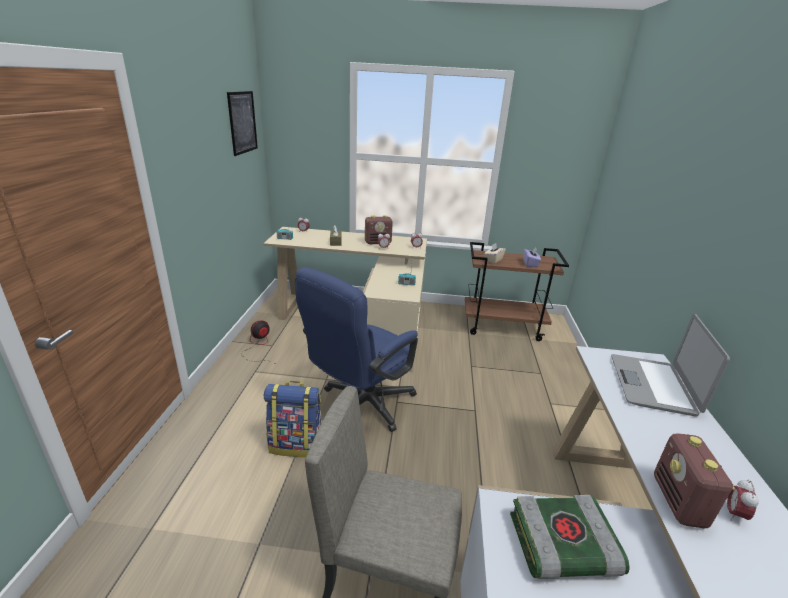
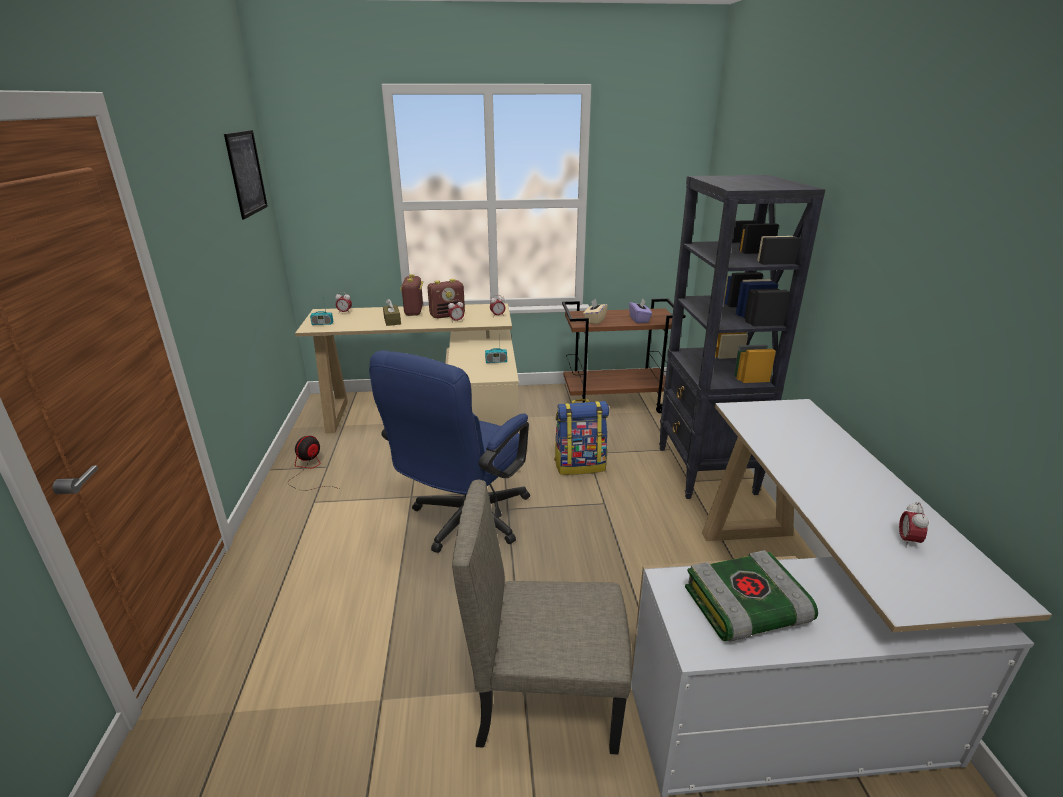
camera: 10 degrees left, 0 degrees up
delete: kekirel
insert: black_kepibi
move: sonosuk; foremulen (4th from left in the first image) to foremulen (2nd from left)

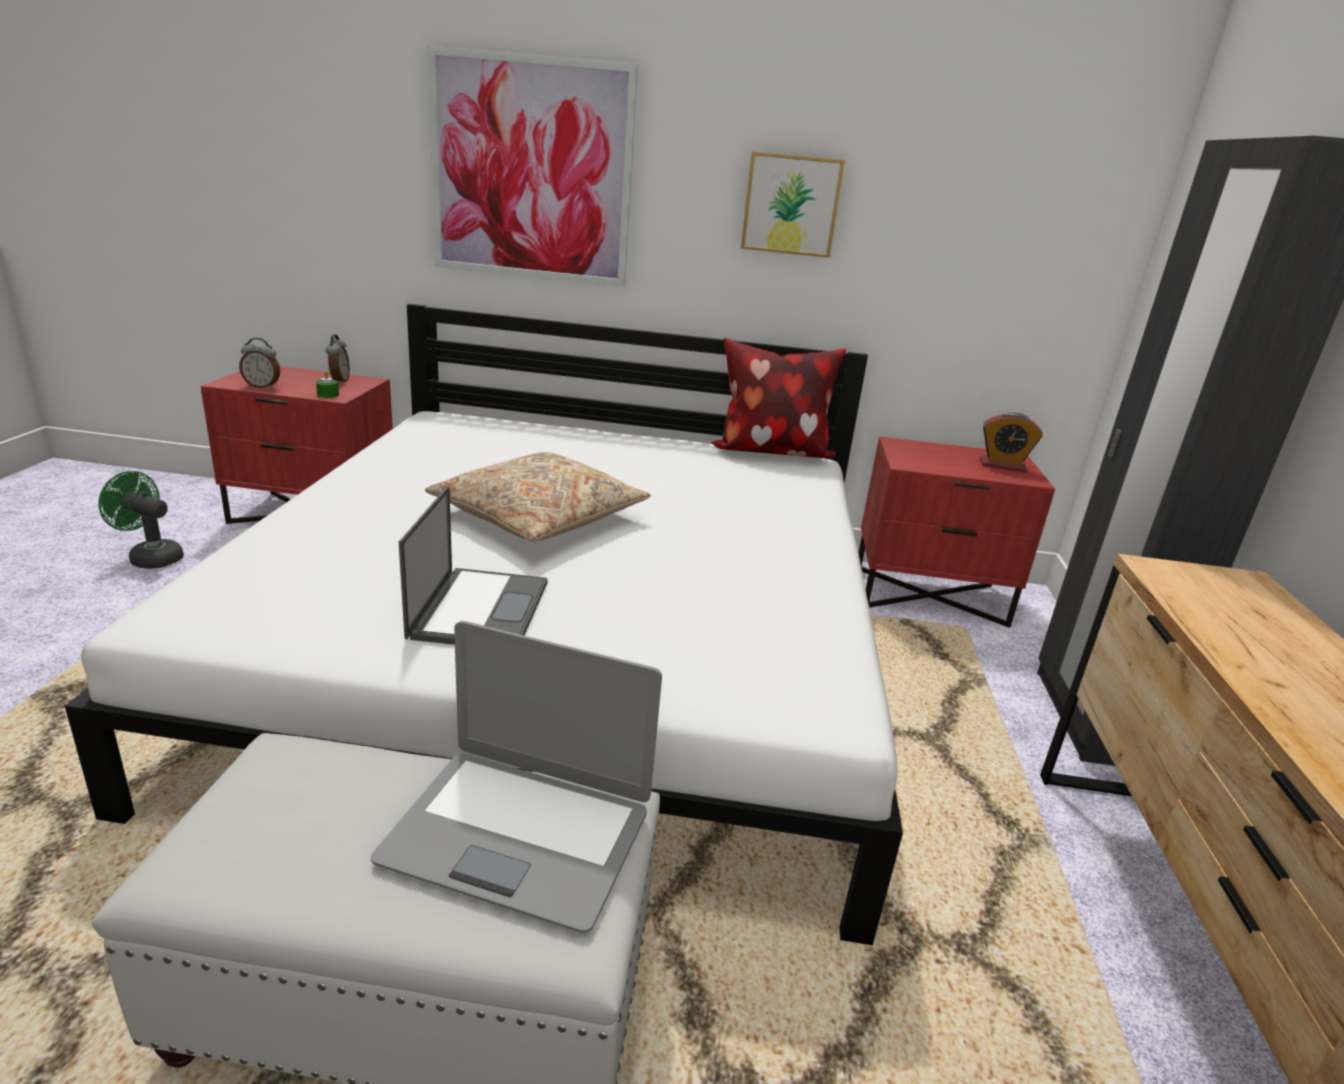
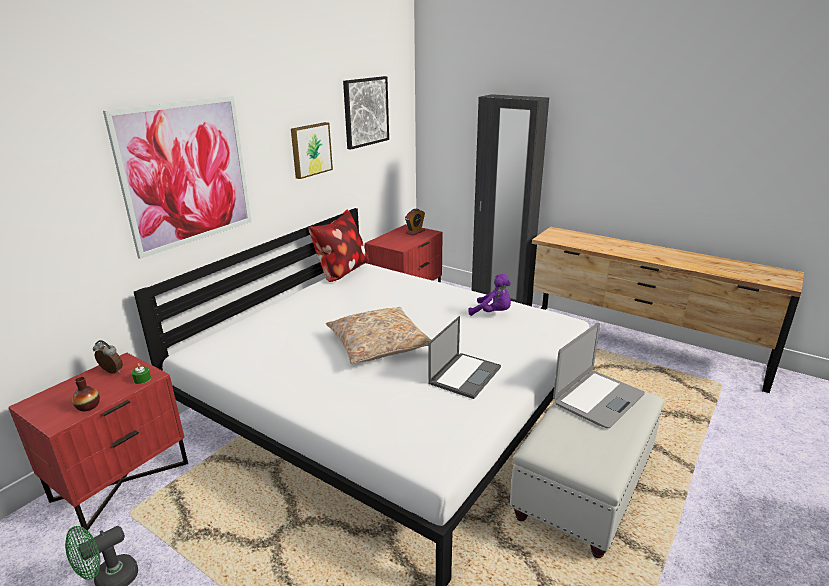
camera: 60 degrees left, 0 degrees up
insert: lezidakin (3rd from left); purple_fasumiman
replace: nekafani (1st from left) to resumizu
rotate: kekirel (1st from left) 90 degrees clockwise

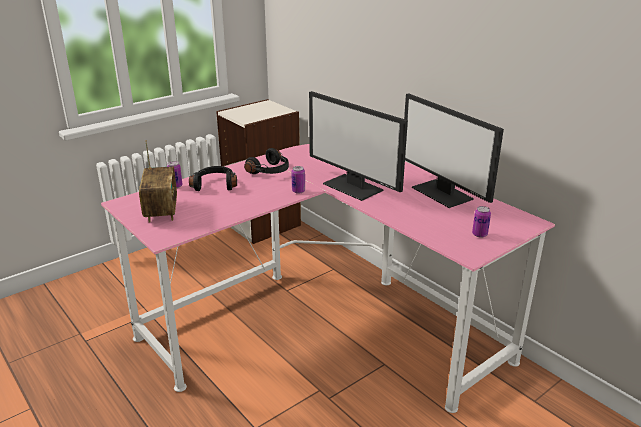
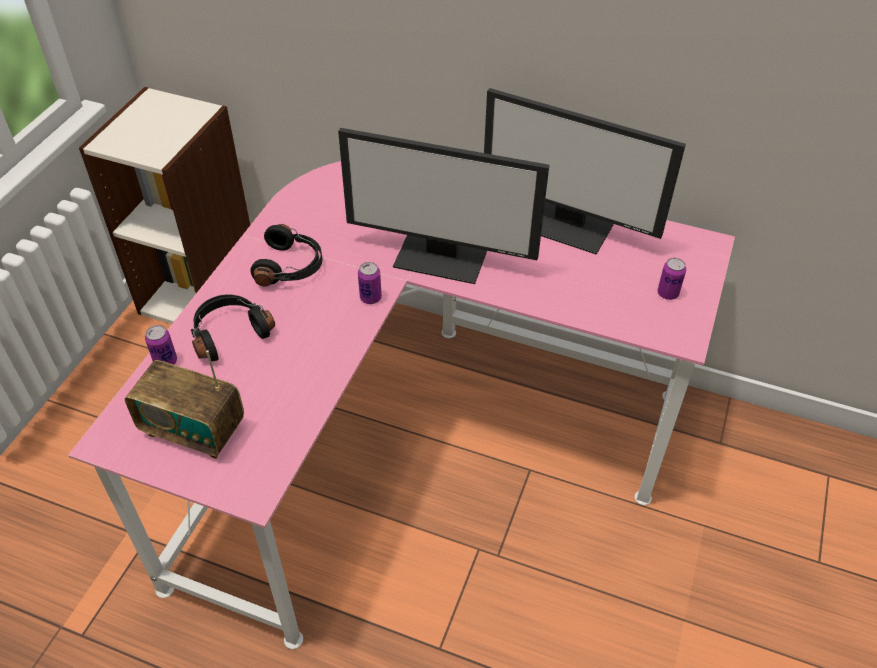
camera: 30 degrees left, 20 degrees up
rotate: foremulen 150 degrees clockwise

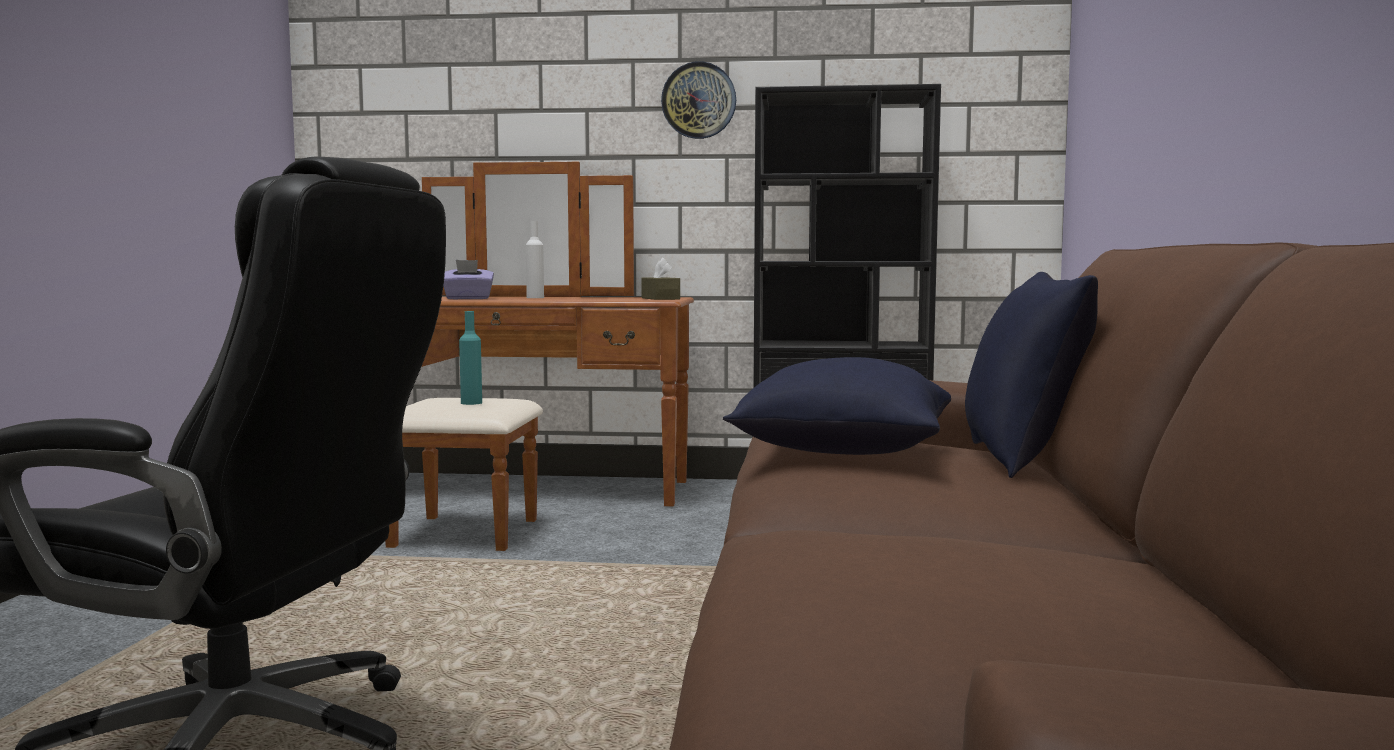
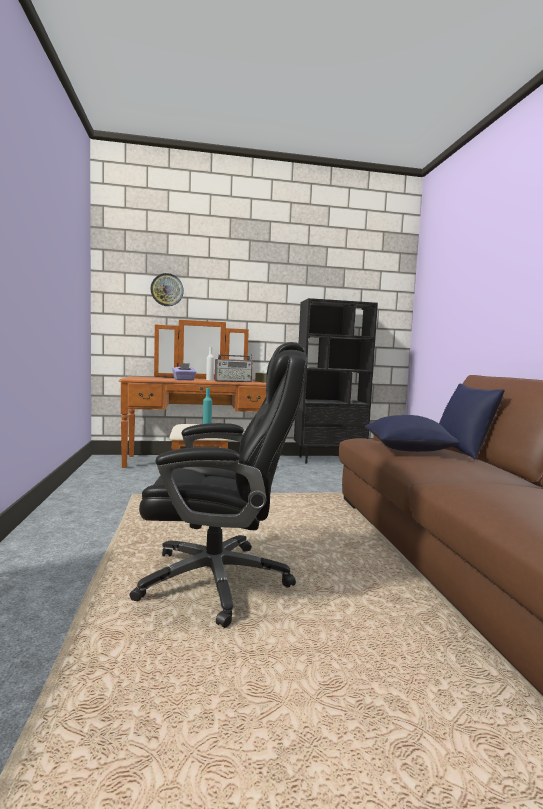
camera: 15 degrees left, 0 degrees up
insert: foremulen
move: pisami

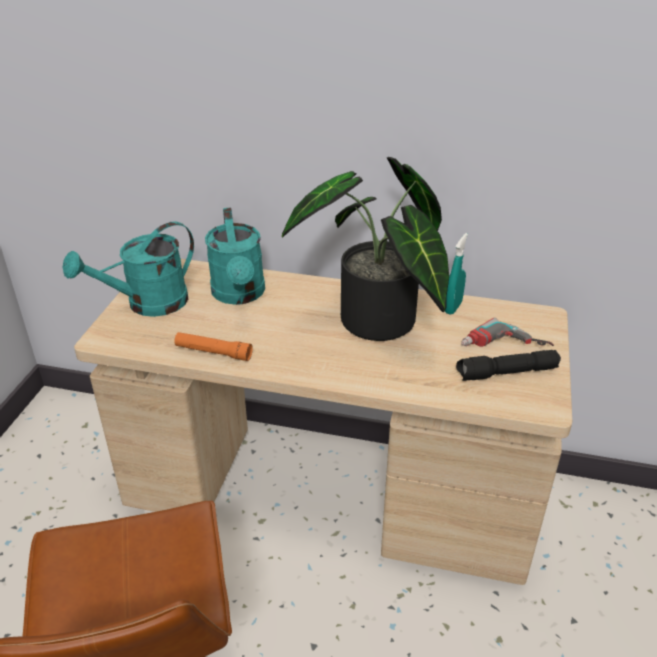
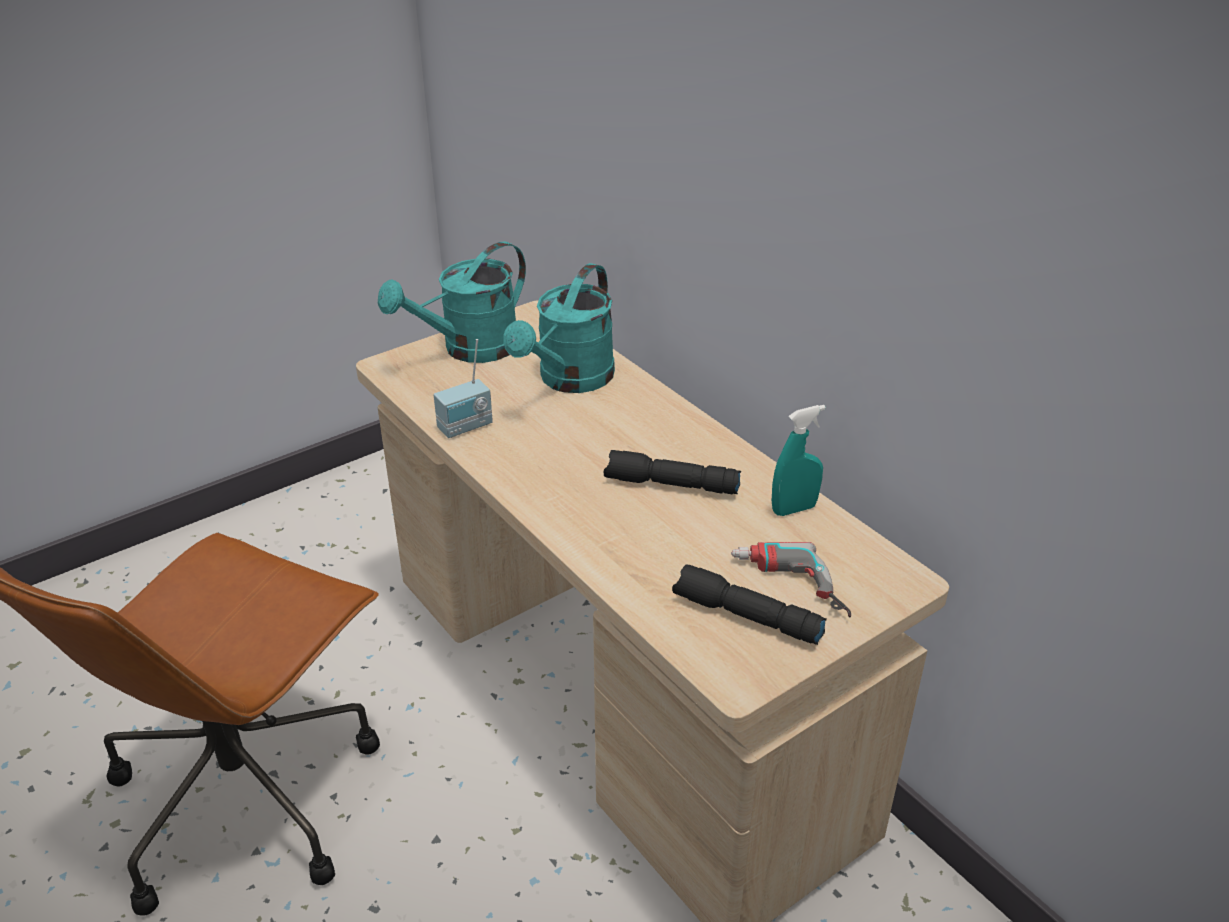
camera: 40 degrees right, 0 degrees up
replace: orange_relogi to foremulen; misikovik to black_relogi (1st from left)
rotate: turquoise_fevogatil (1st from left) 45 degrees counterclockwise

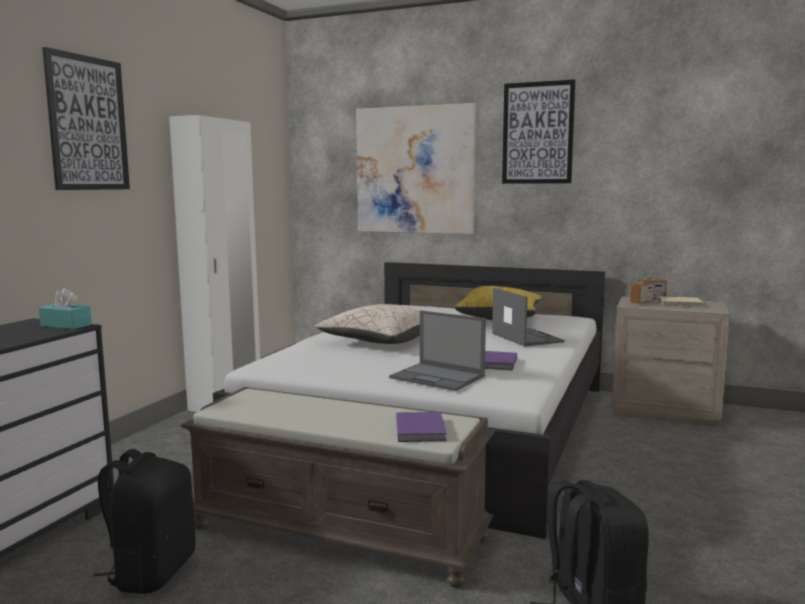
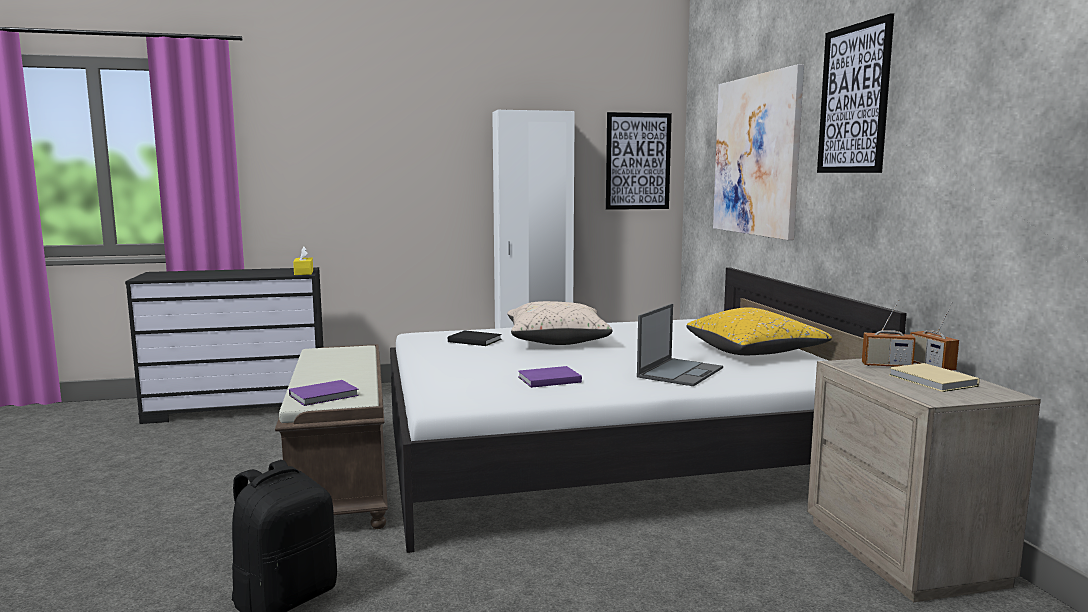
camera: 55 degrees right, 0 degrees up
delete: black_sonosuk (1st from left); kekirel (1st from left)
insert: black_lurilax
move: lezidakin (1st from left)
recolor: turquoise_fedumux to yellow_fedumux

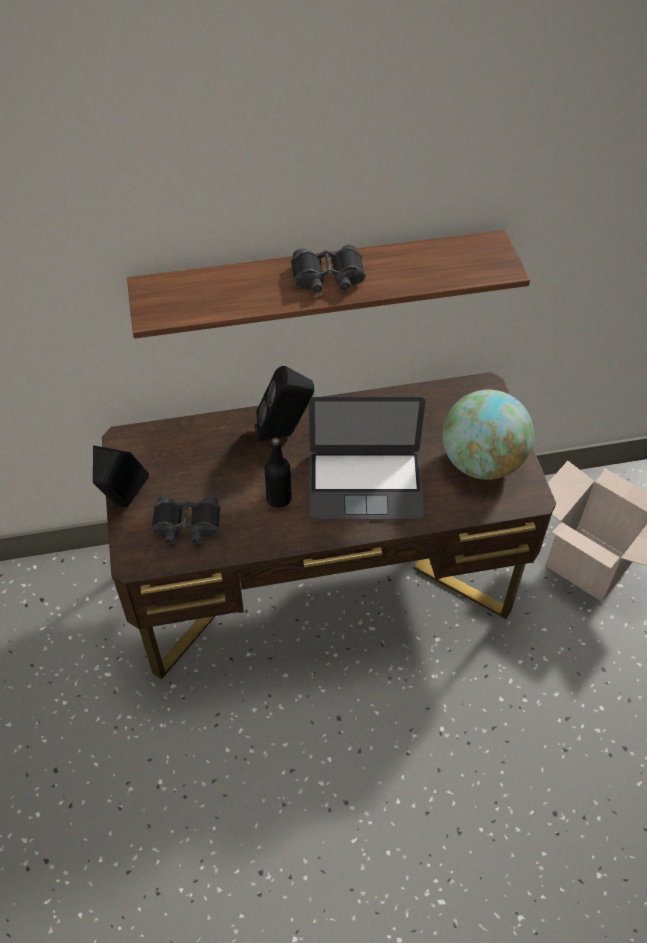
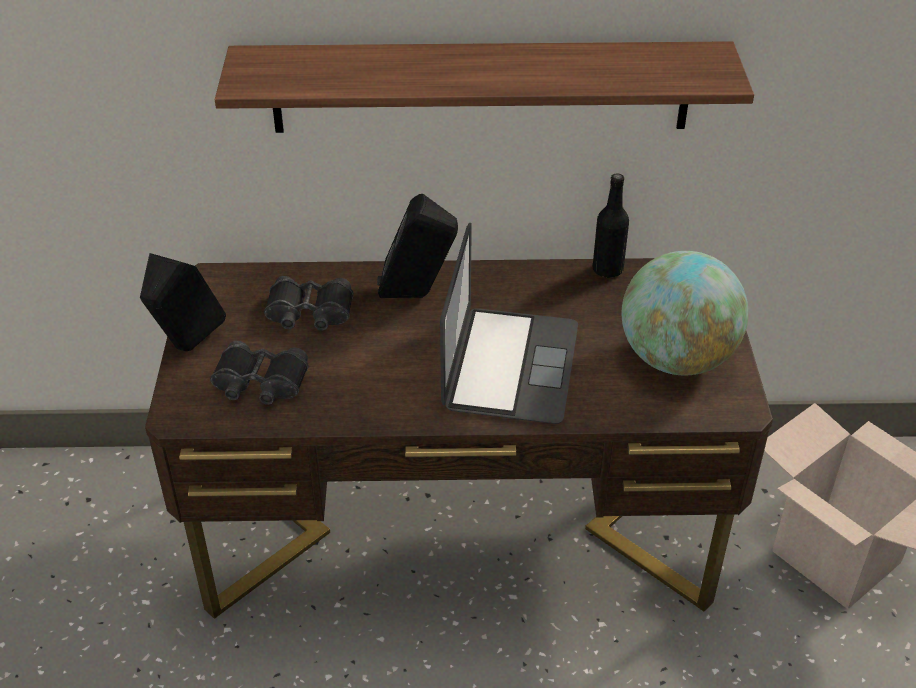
camera: 10 degrees right, 10 degrees down
move: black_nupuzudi; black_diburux (2nd from left)
rotate: kekirel 90 degrees counterclockwise

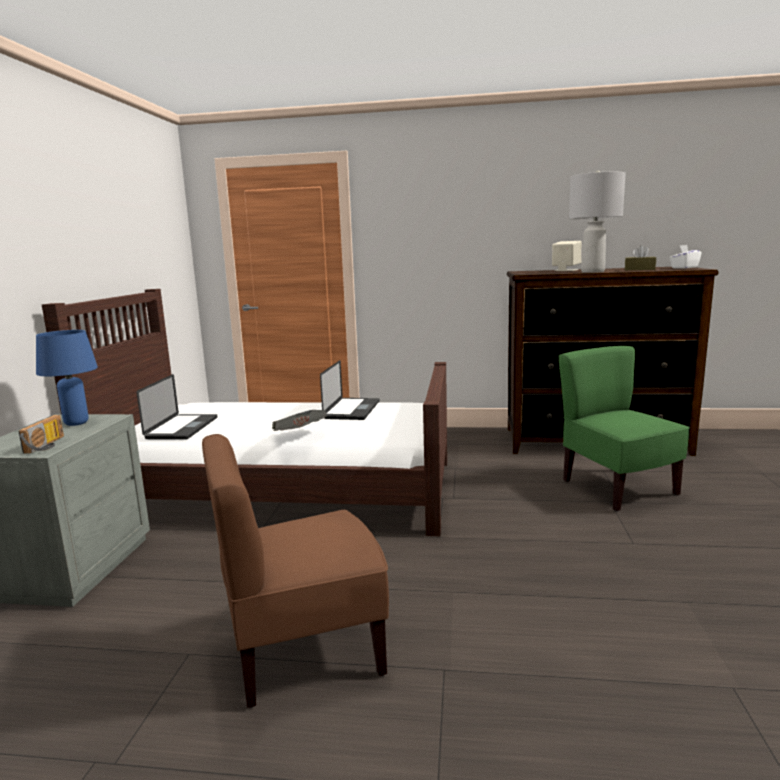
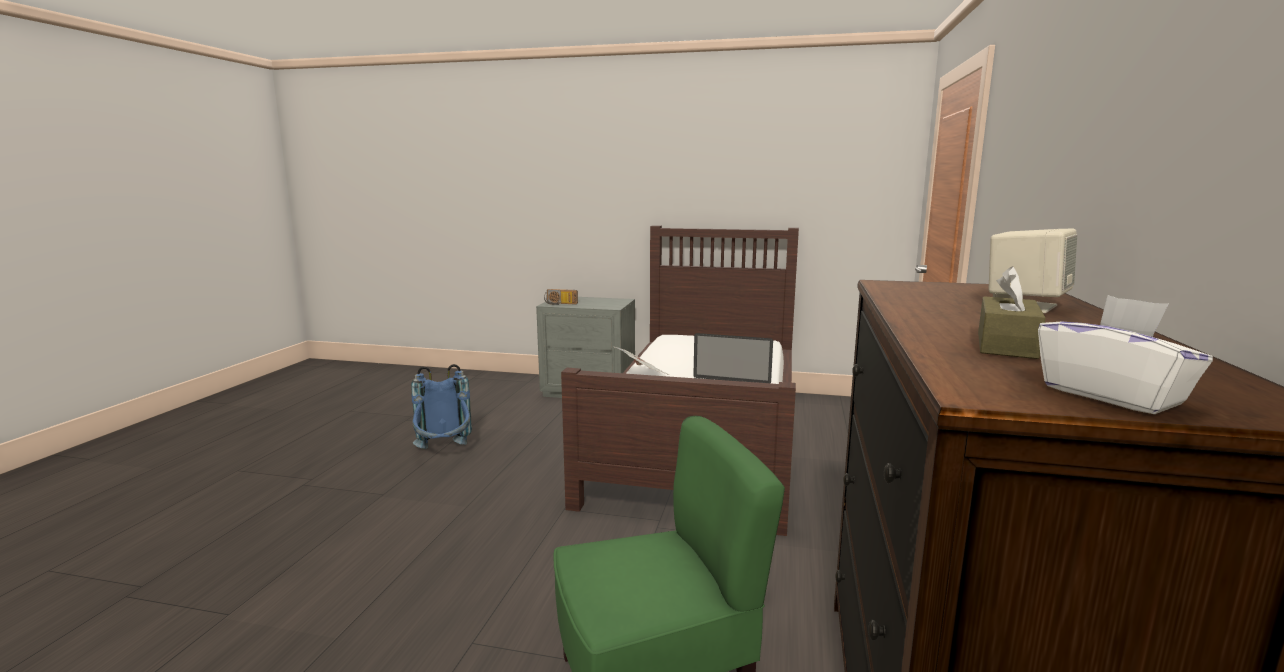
camera: 95 degrees right, 0 degrees up
delete: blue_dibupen; kekirel (1st from left); grey_dibupen
replace: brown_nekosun to blue_sonosuk

